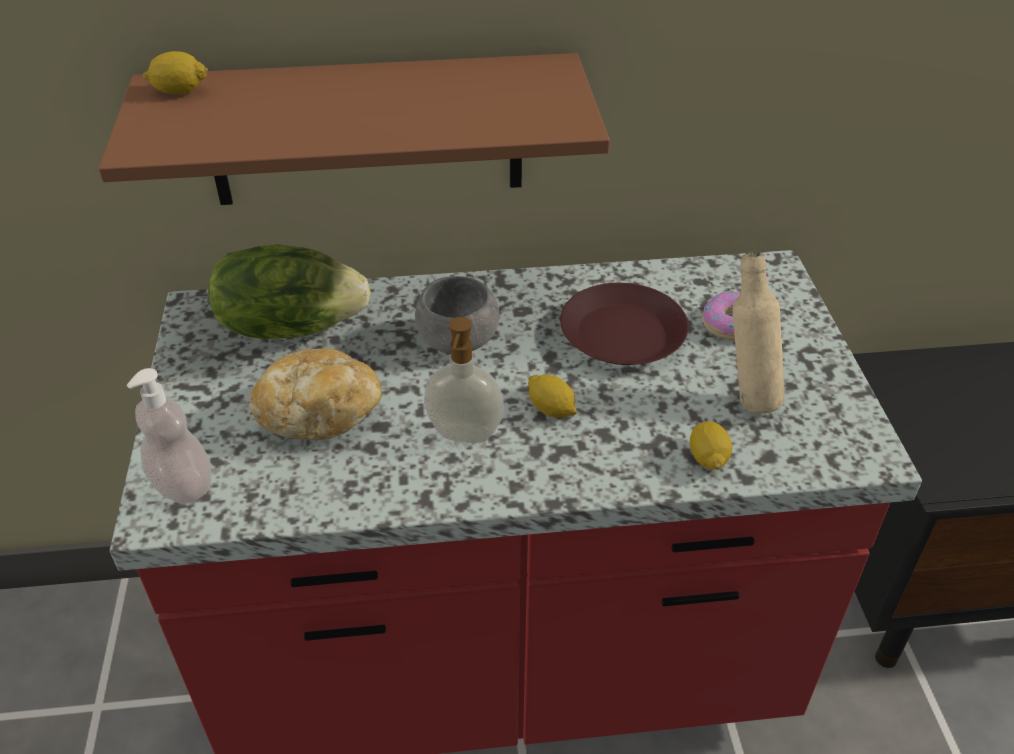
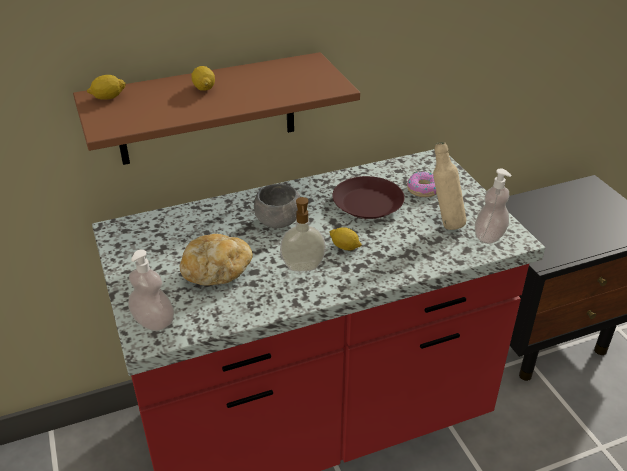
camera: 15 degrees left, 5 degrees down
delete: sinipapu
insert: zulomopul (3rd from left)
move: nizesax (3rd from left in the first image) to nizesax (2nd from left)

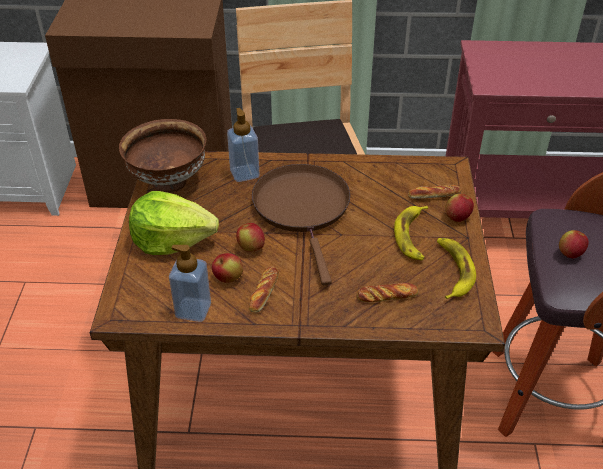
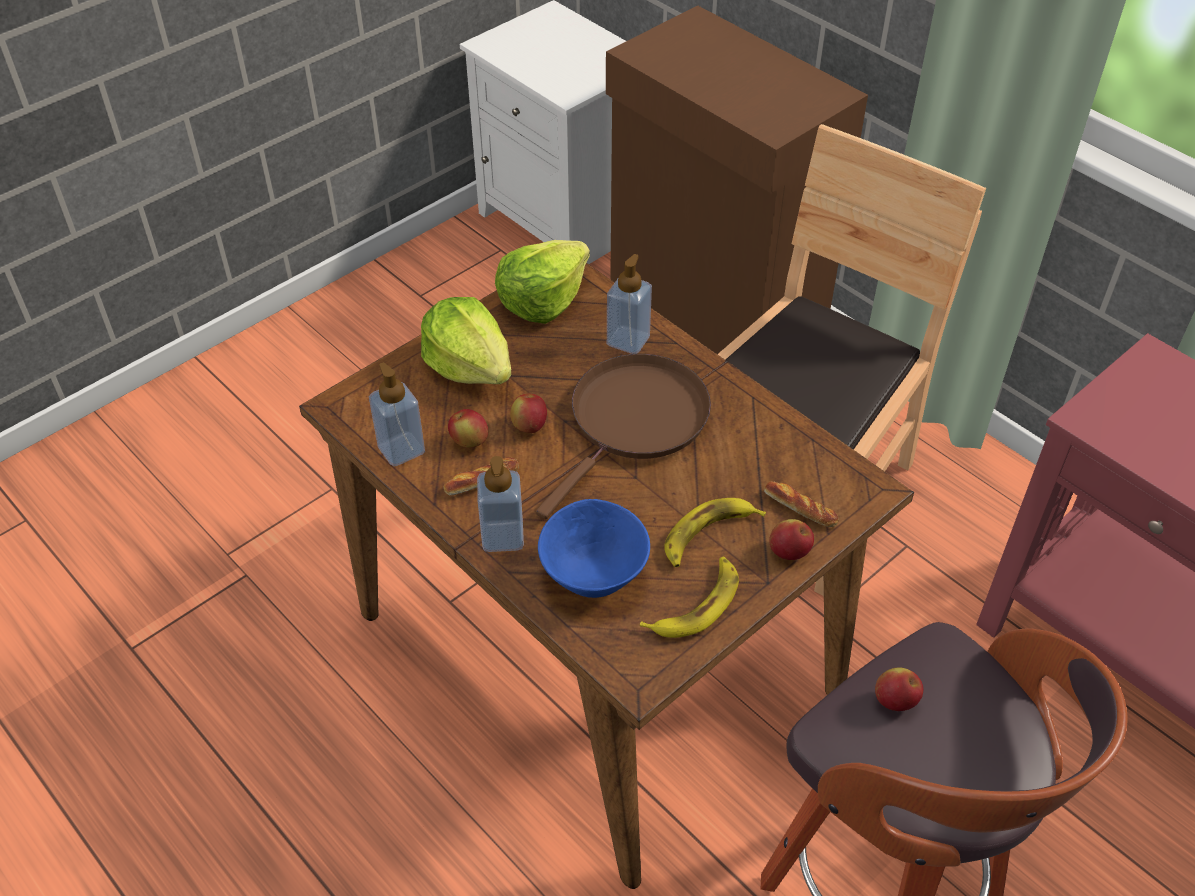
camera: 45 degrees right, 5 degrees up
insert: zulomopul (2nd from left)
replace: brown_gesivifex to sinipapu (2nd from left); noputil (2nd from left) to blue_gesivifex

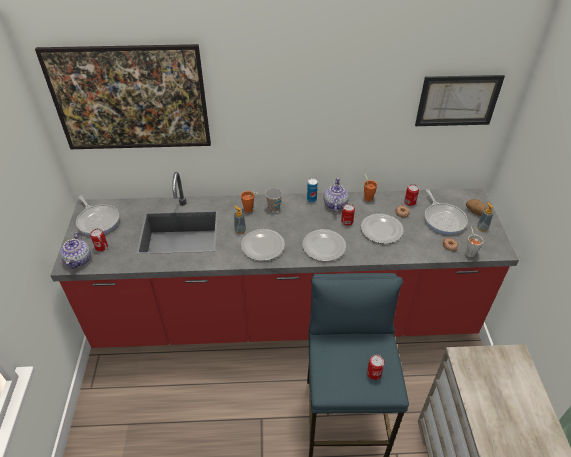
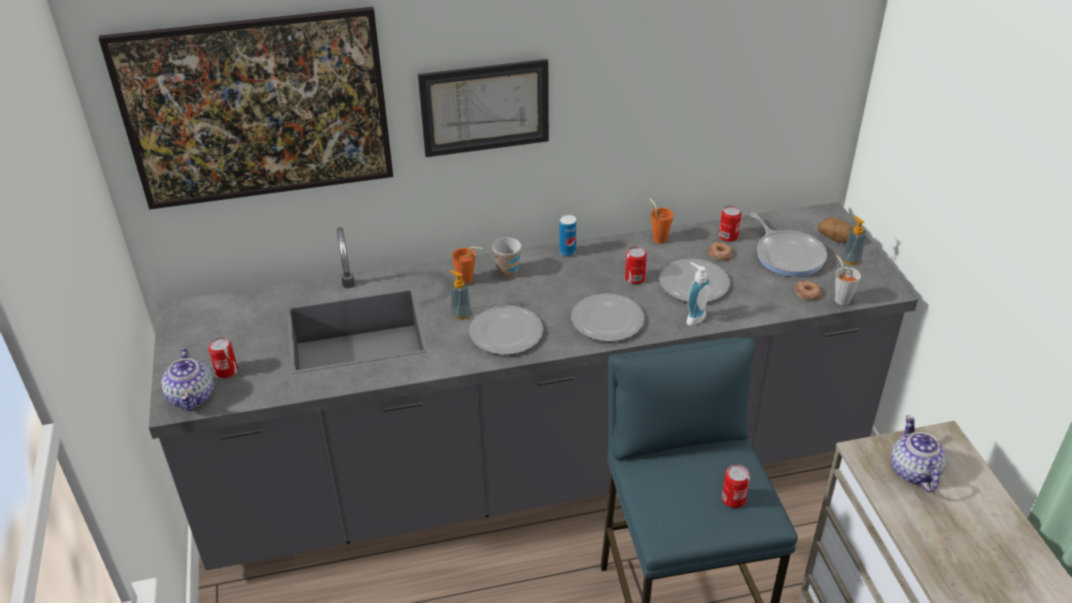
camera: 10 degrees left, 5 degrees down
delete: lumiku (1st from left)
insert: zulomopul (2nd from left)
move: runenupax (2nd from left); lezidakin (2nd from left)
recolor: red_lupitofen to grey_lupitofen

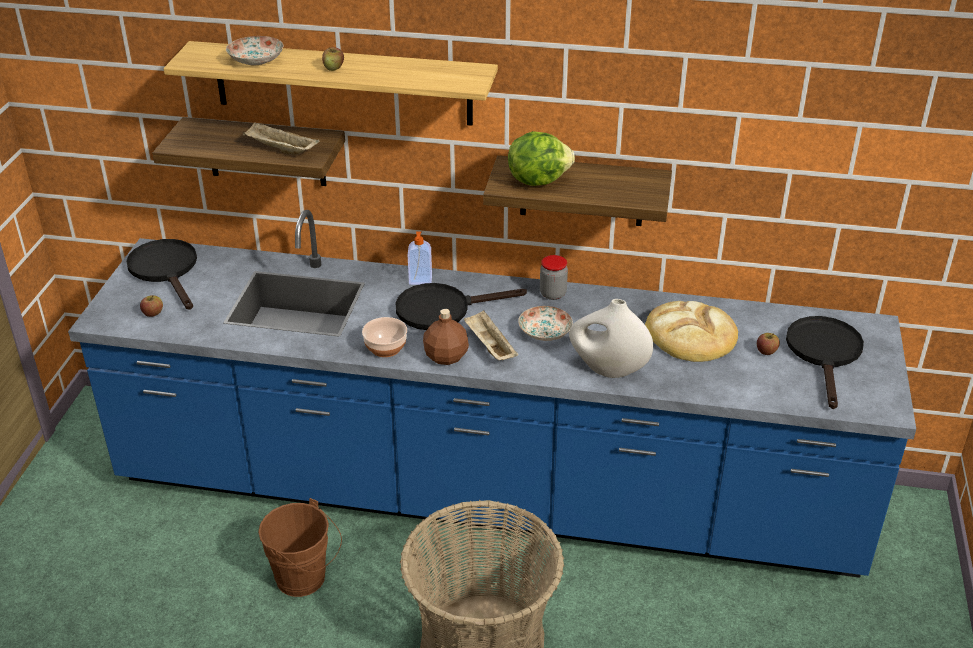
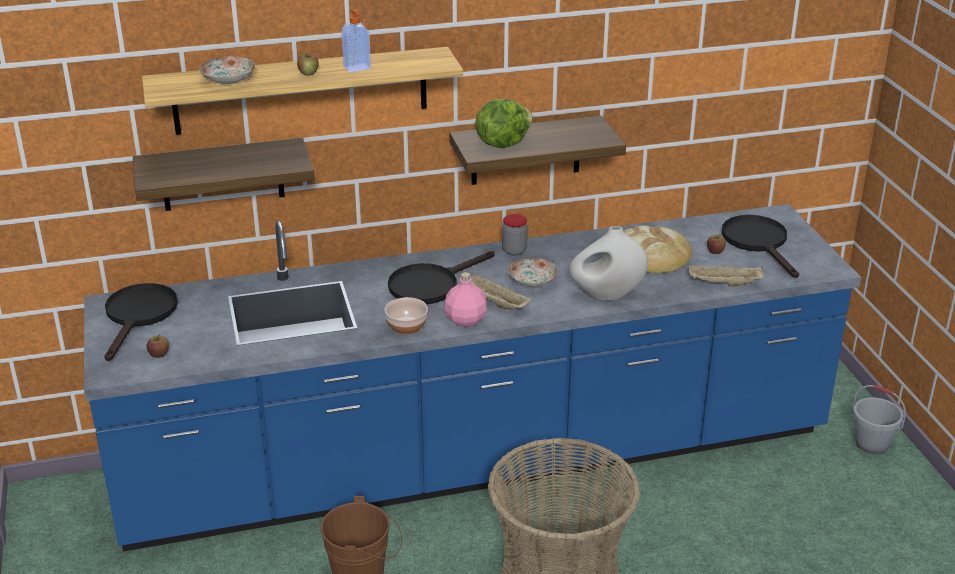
camera: 25 degrees left, 5 degrees down
insert: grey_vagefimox
move: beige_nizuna (1st from left in the first image) to beige_nizuna (2nd from left); zulomopul
recolor: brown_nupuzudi to pink_nupuzudi
rotate: black_lumiku (1st from left) 60 degrees clockwise

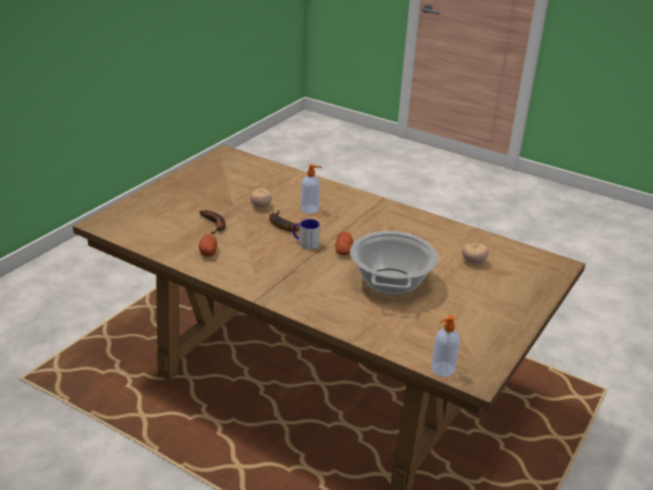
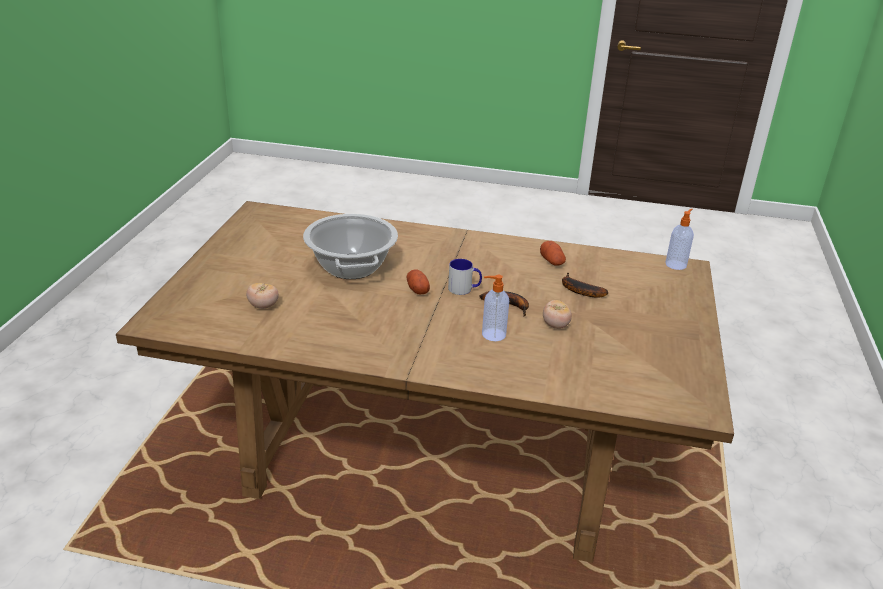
camera: 160 degrees right, 0 degrees up
move: zulomopul (2nd from left)

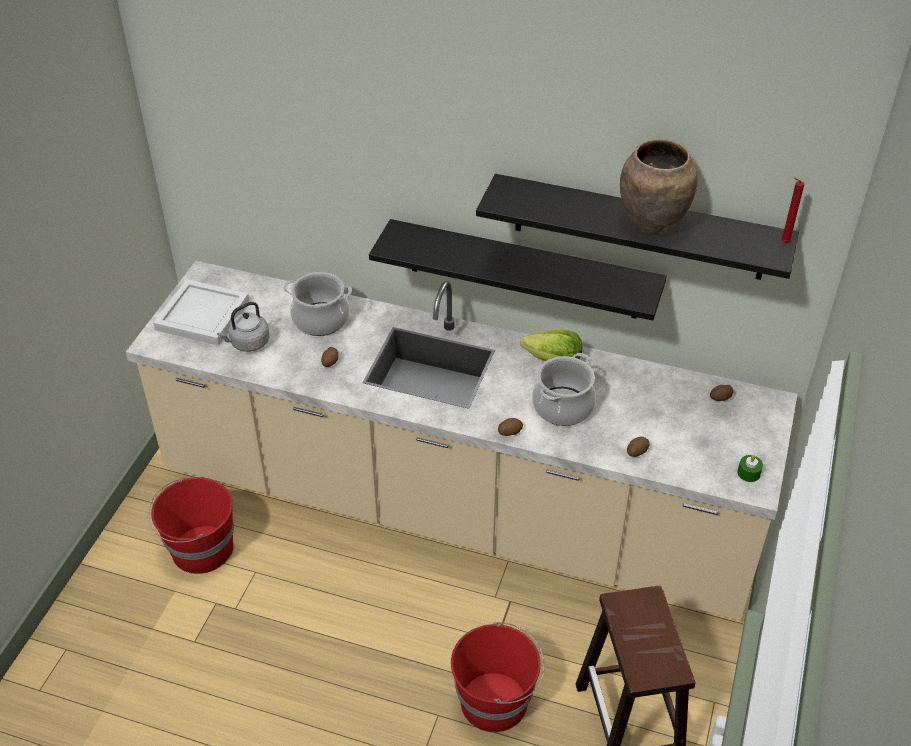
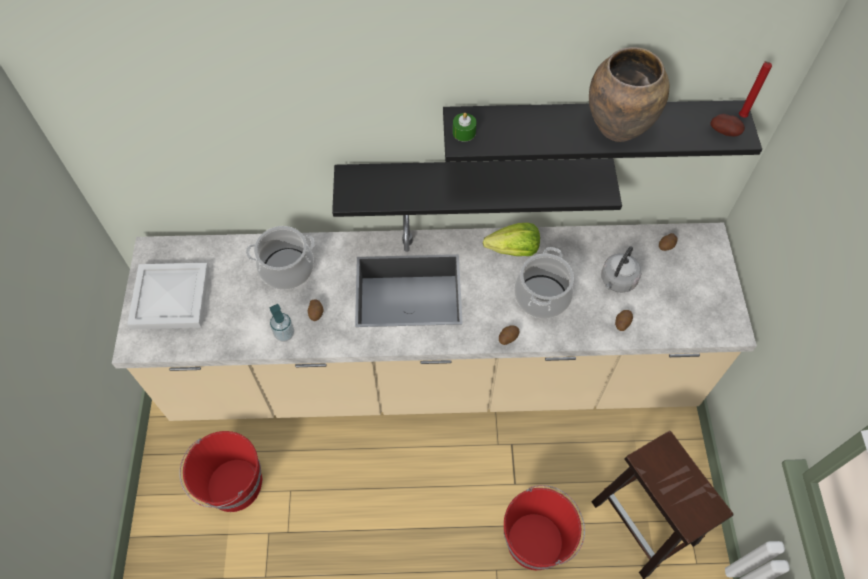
camera: 20 degrees left, 15 degrees up
insert: zulomopul; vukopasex (5th from left)
move: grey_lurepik; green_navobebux

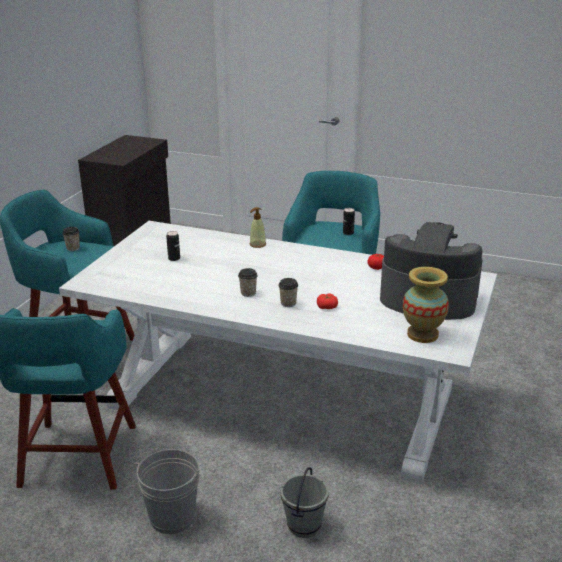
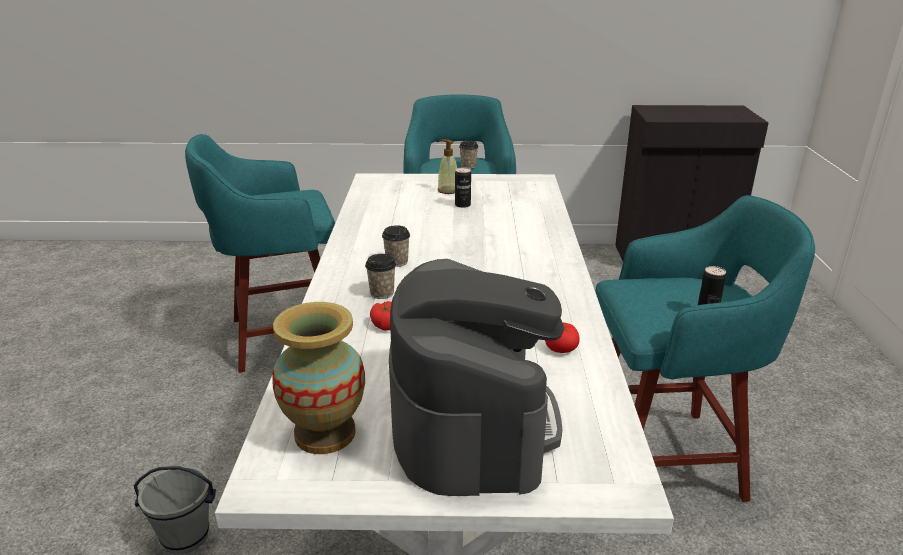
camera: 70 degrees right, 0 degrees up
delete: grey_vagefimox (1st from left)
move: zulomopul

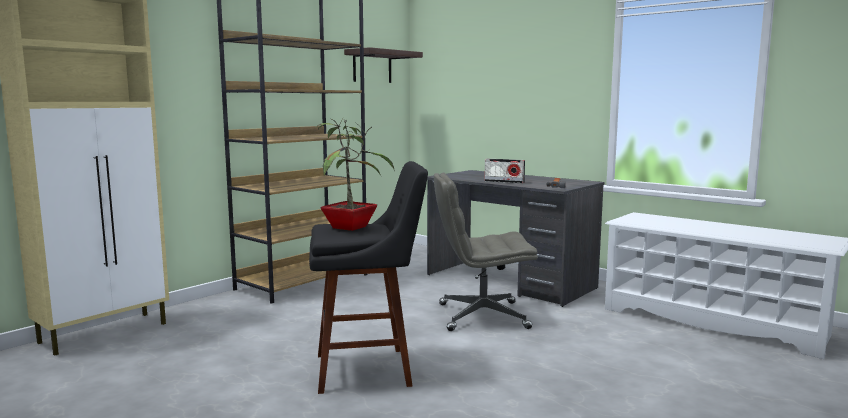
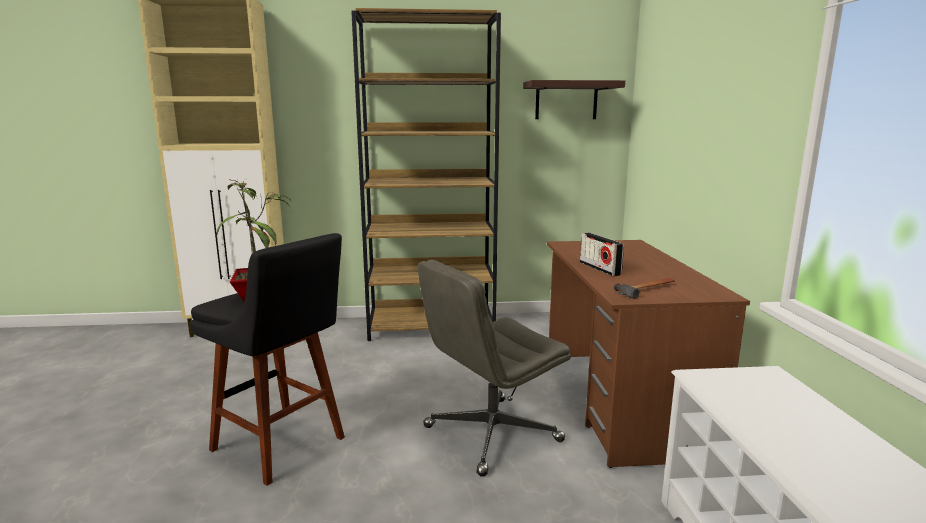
camera: 45 degrees right, 5 degrees up
recolor: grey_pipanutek to brown_pipanutek
rotate: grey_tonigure 75 degrees counterclockwise

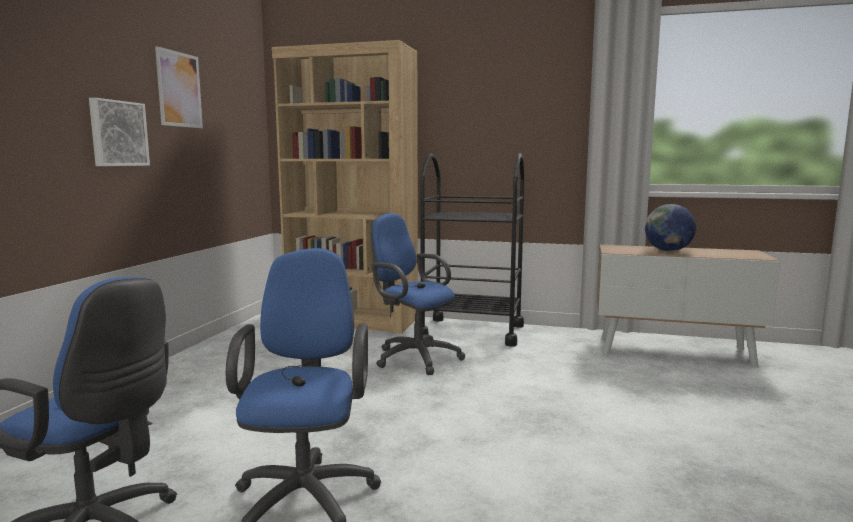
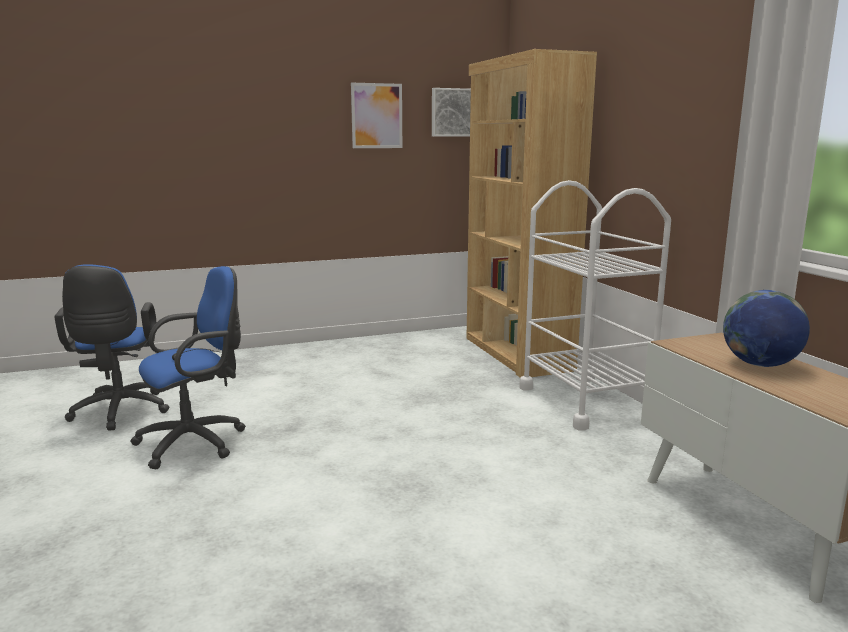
camera: 55 degrees right, 5 degrees up
delete: blue_tonigure (3rd from left)
move: lezidakin (1st from left in the first image) to lezidakin (2nd from left)
recolor: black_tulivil to white_tulivil

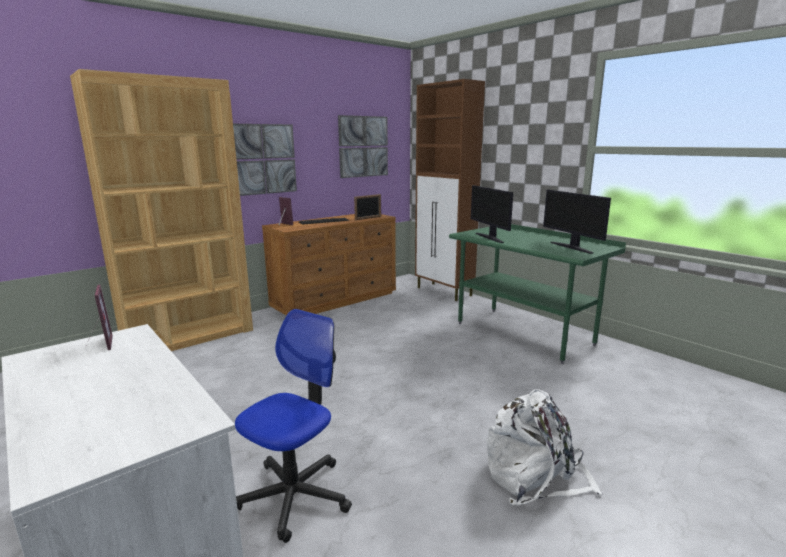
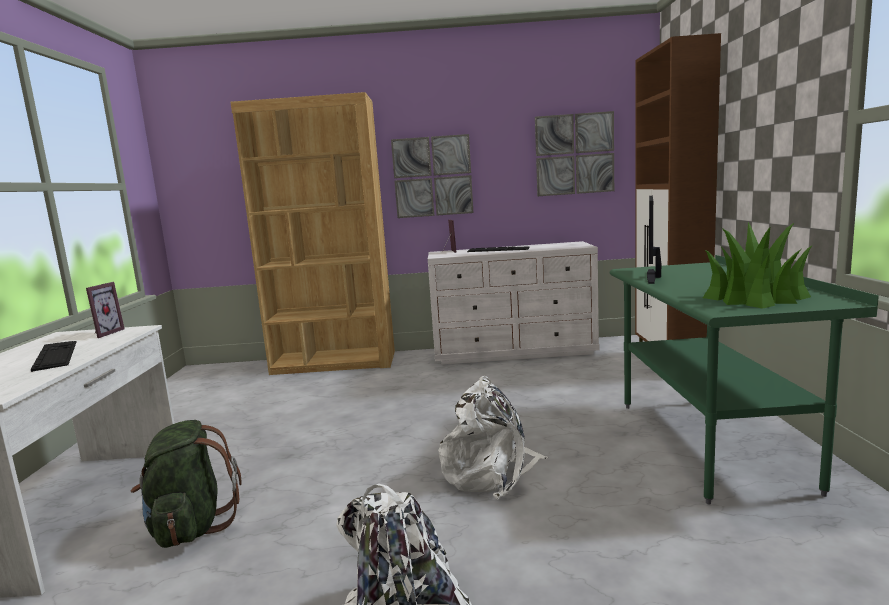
camera: 40 degrees right, 5 degrees down
delete: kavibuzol (3rd from left)
insert: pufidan (1st from left); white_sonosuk (2nd from left)
replace: tonigure to green_sonosuk; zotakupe (2nd from left) to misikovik
recolor: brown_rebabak to white_rebabak

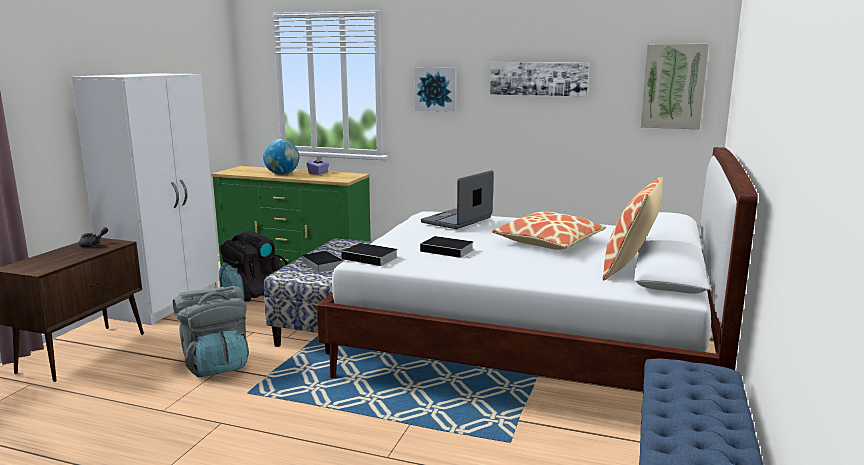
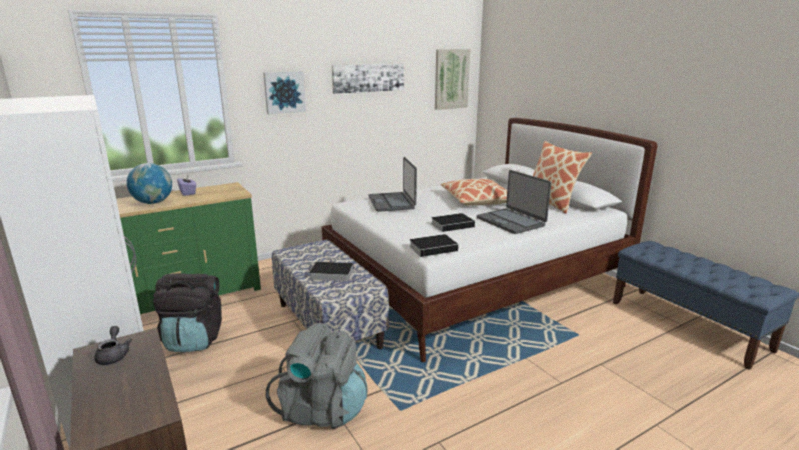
camera: 50 degrees left, 5 degrees up
insert: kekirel (2nd from left)

